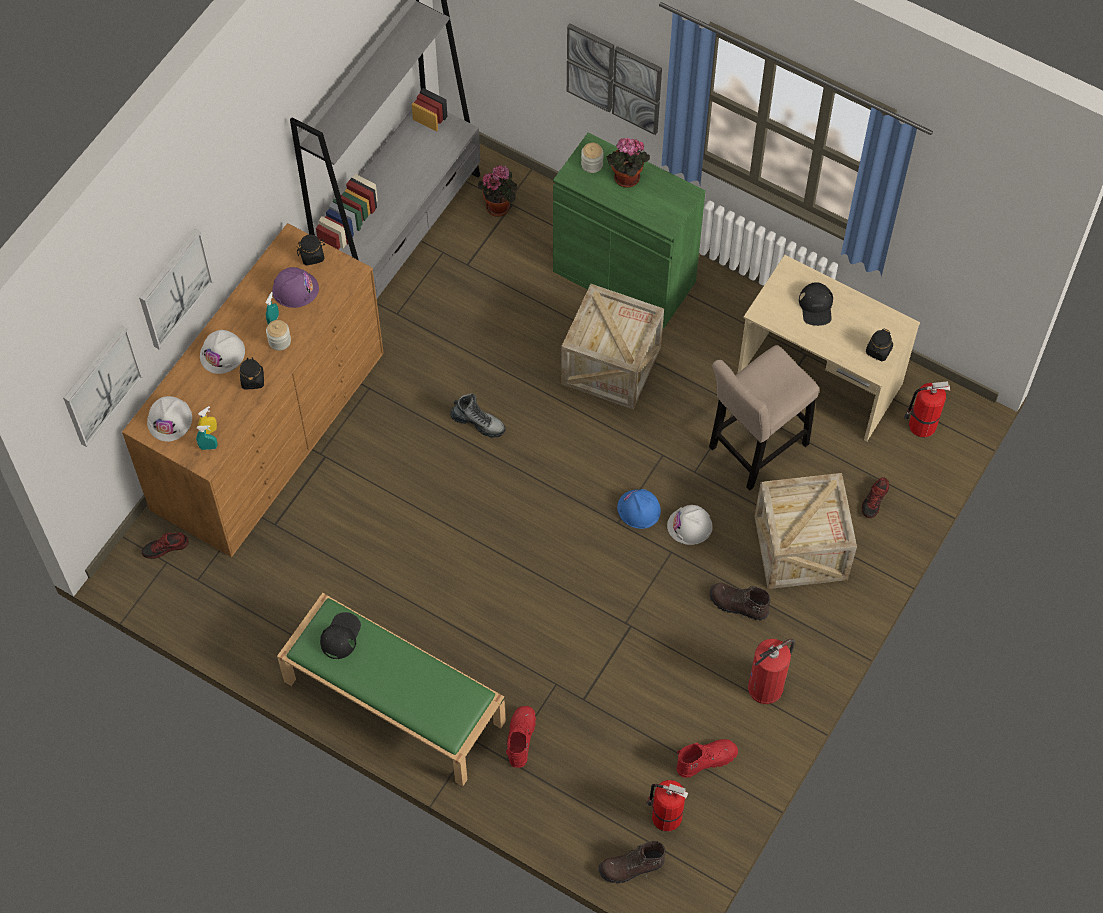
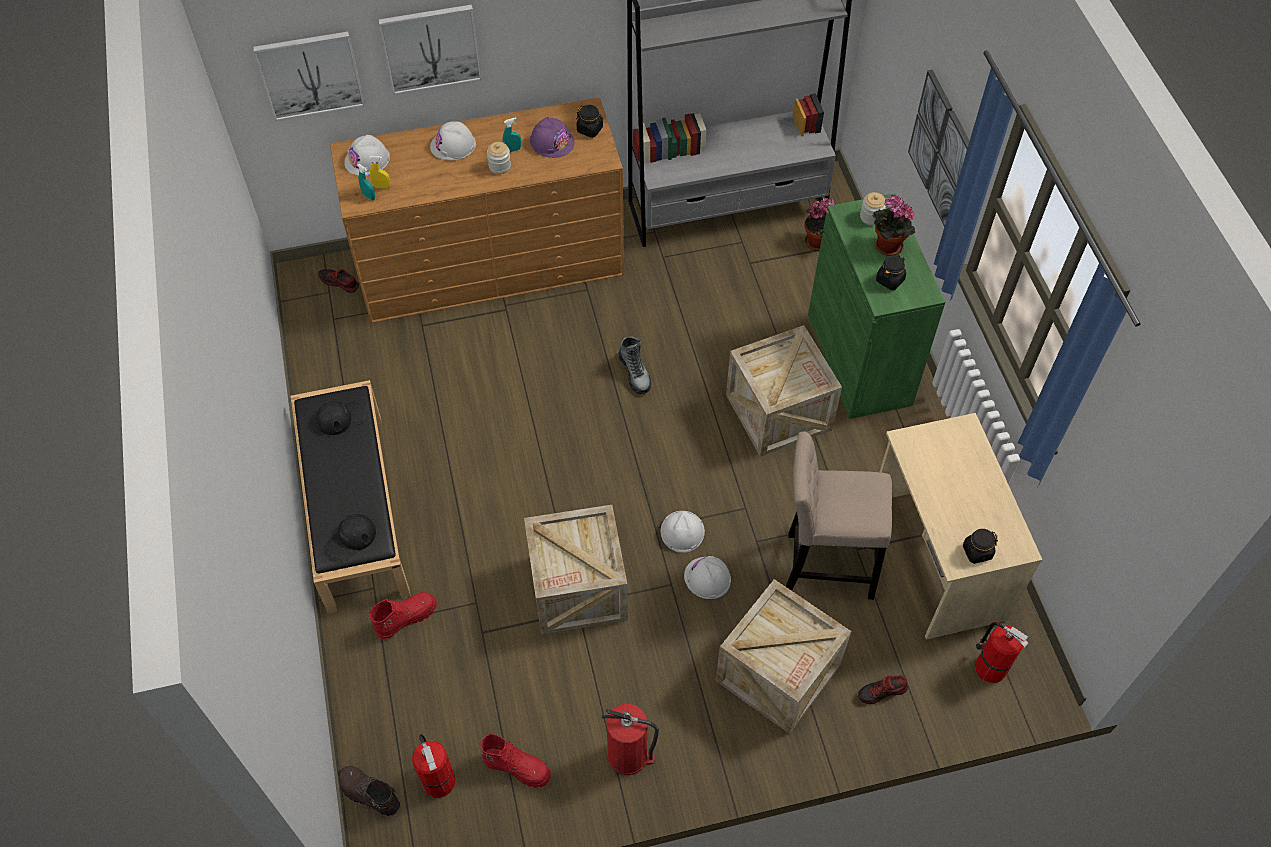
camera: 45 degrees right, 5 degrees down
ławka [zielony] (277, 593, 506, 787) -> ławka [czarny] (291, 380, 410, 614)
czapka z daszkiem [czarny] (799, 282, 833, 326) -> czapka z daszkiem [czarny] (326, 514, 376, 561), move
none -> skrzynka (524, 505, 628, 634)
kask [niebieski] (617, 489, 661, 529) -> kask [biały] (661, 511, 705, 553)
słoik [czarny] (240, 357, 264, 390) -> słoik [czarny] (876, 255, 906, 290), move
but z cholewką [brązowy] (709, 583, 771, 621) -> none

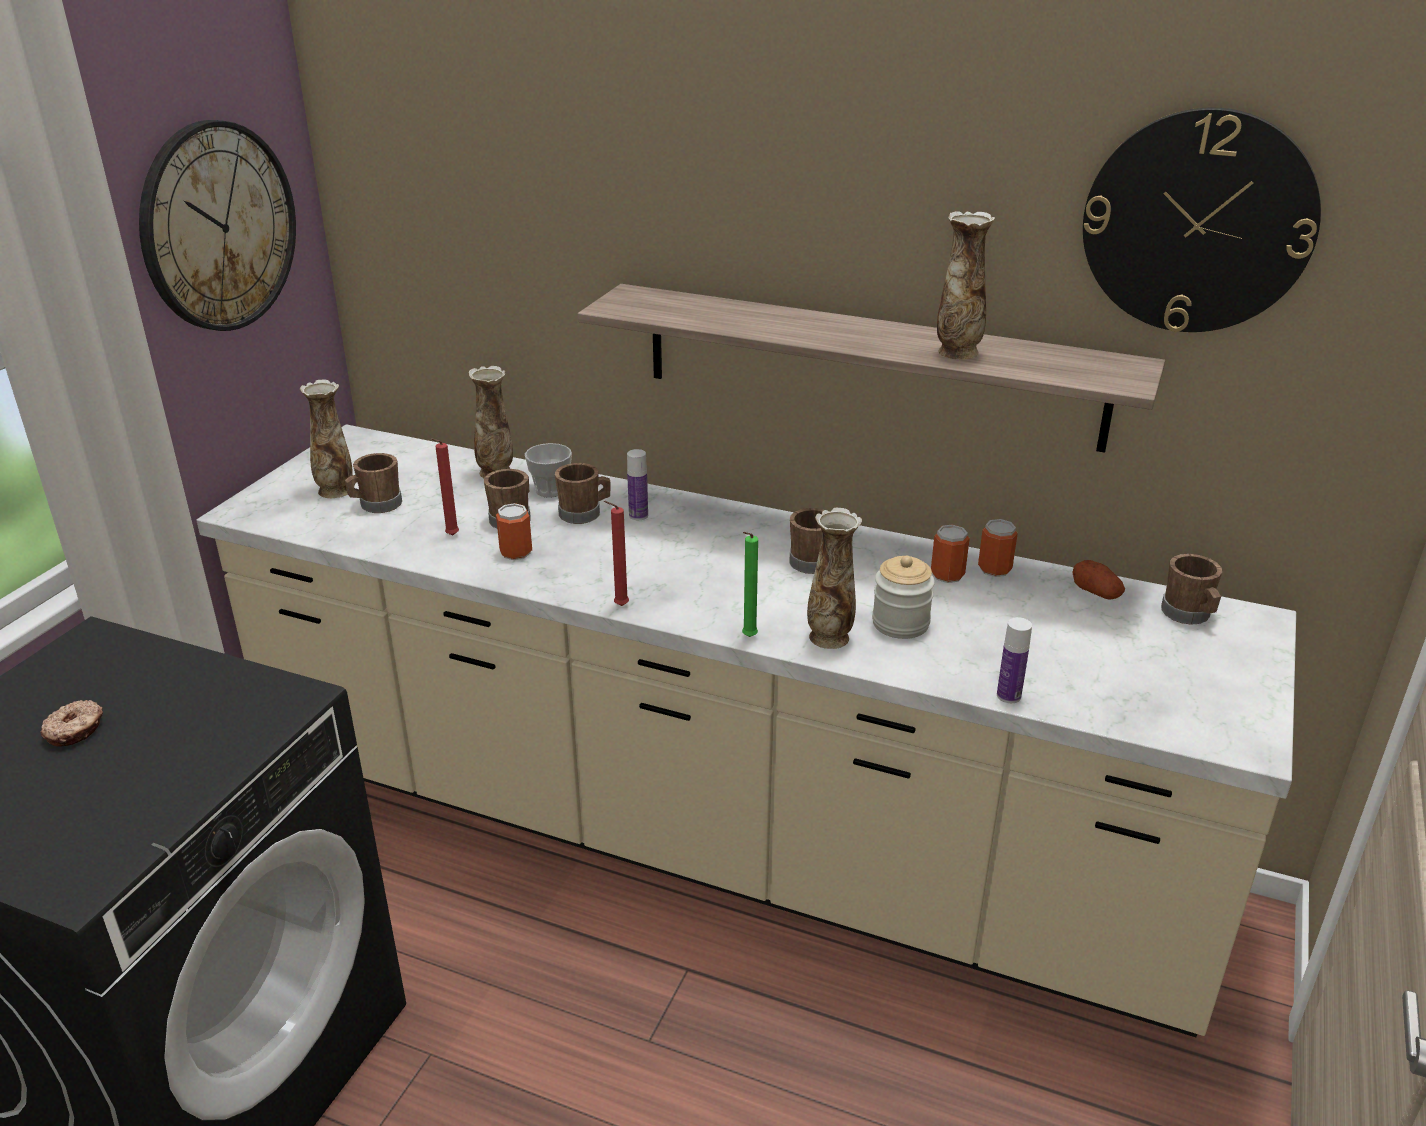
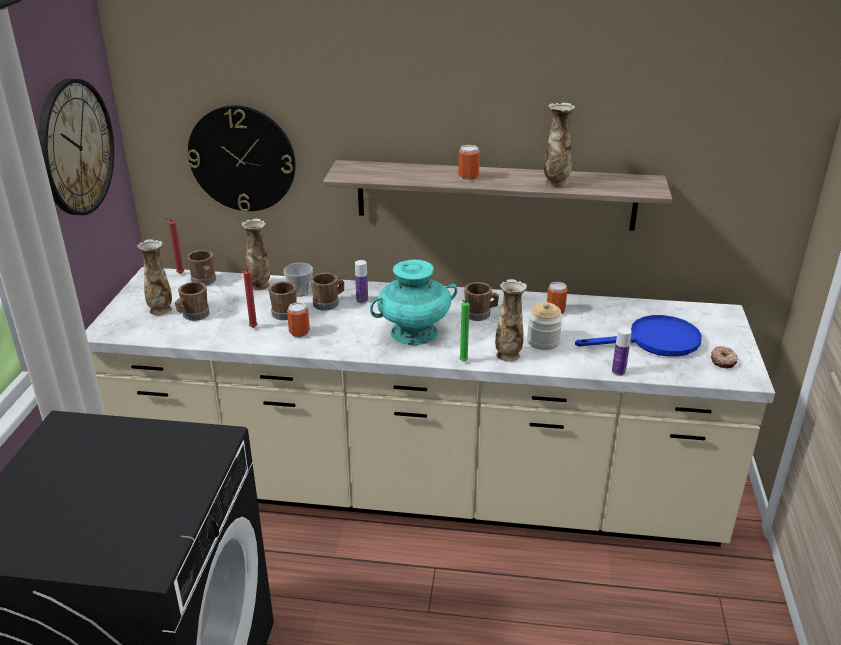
camera: 15 degrees left, 0 degrees up
świeca [czerwony] (604, 501, 629, 606) -> świeca [czerwony] (165, 218, 184, 274), move
zegar ścienny (1083, 107, 1321, 332) -> zegar ścienny (187, 105, 296, 212), move
kubek [brązowy] (1161, 554, 1222, 625) -> kubek [brązowy] (187, 250, 216, 286), move
none -> wazon [turkusowy] (370, 260, 457, 345)
puszka (978, 519, 1018, 577) -> puszka (458, 145, 480, 181), move
none -> patelnia [niebieski] (575, 315, 702, 357)
donut (41, 700, 103, 747) -> donut (711, 346, 737, 369), move
ziemniak (1072, 560, 1125, 600) -> none

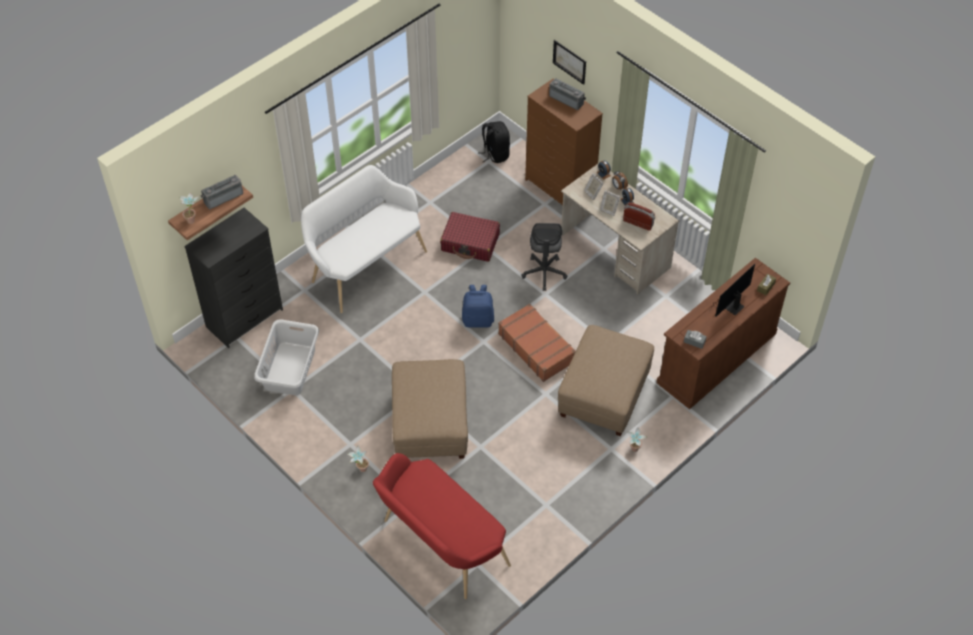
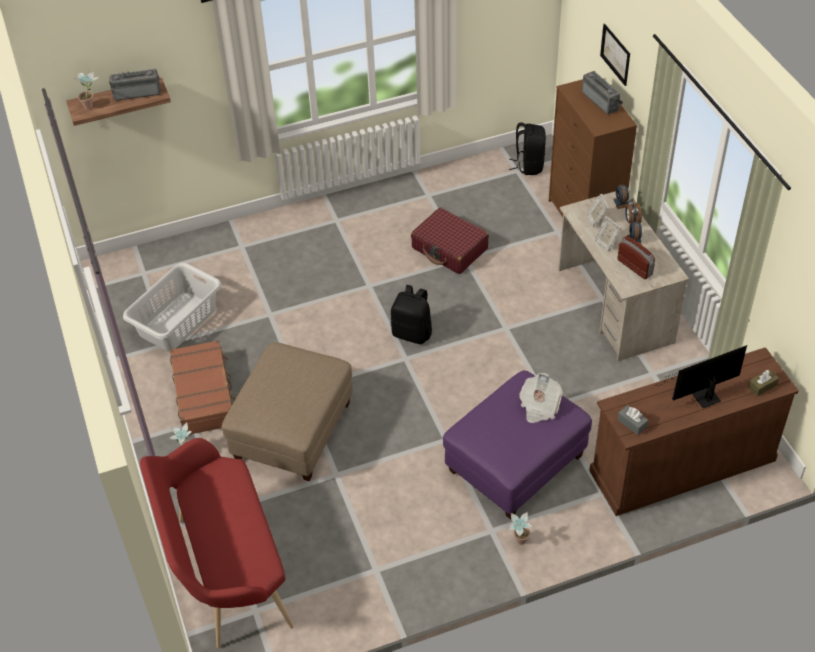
camera: 25 degrees right, 5 degrees down
walizka [brązowy] (498, 304, 576, 382) -> walizka [brązowy] (169, 340, 235, 435), move
plecak [niebieski] (462, 285, 494, 328) -> plecak [czarny] (391, 285, 432, 344)
pufa [beżowy] (558, 325, 654, 436) -> pufa [fioletowy] (443, 370, 592, 519)
none -> gazeta (519, 373, 563, 423)
komoda [czarny] (184, 208, 283, 348) -> none
ławka [biały] (301, 165, 427, 313) -> none
krzesło biurowe [szary] (521, 223, 567, 291) -> none

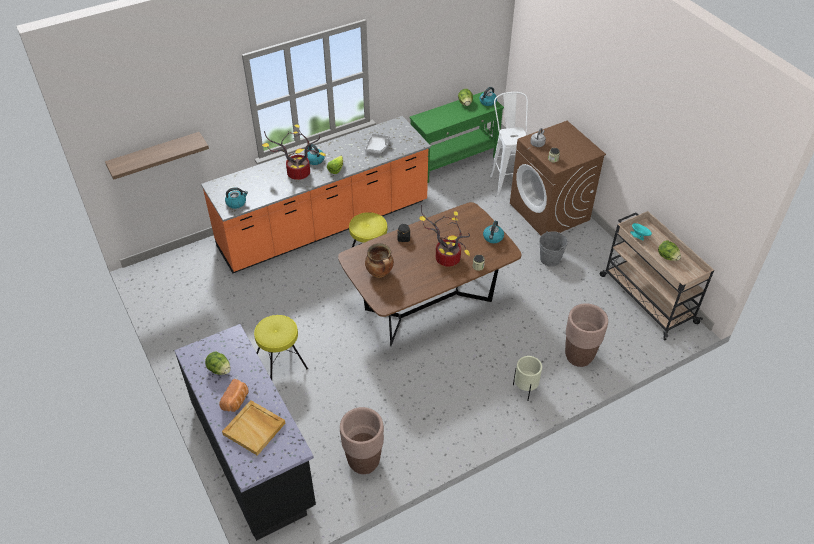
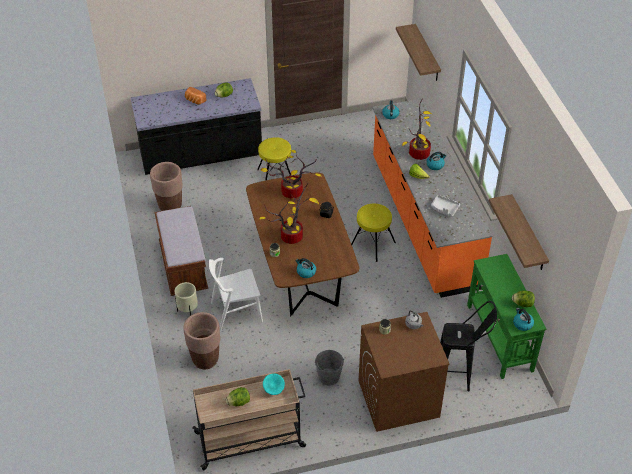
camera: 105 degrees right, 0 degrees up
none -> ławka [brązowy] (155, 206, 208, 296)
none -> krzesło [biały] (209, 258, 263, 332)
garnek (365, 243, 394, 278) -> roślina doniczkowa (260, 150, 322, 198)
stołek [biały] (490, 92, 528, 195) -> stołek [czarny] (440, 301, 497, 391)
none -> półka (489, 194, 549, 270)
taca [beżowy] (222, 400, 285, 456) -> none

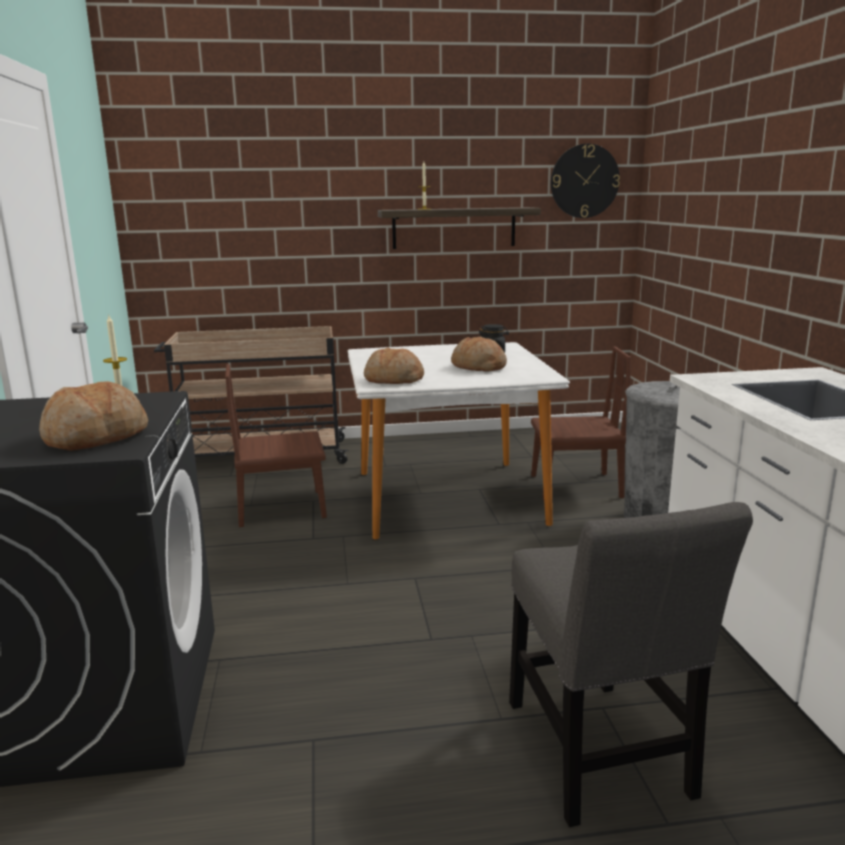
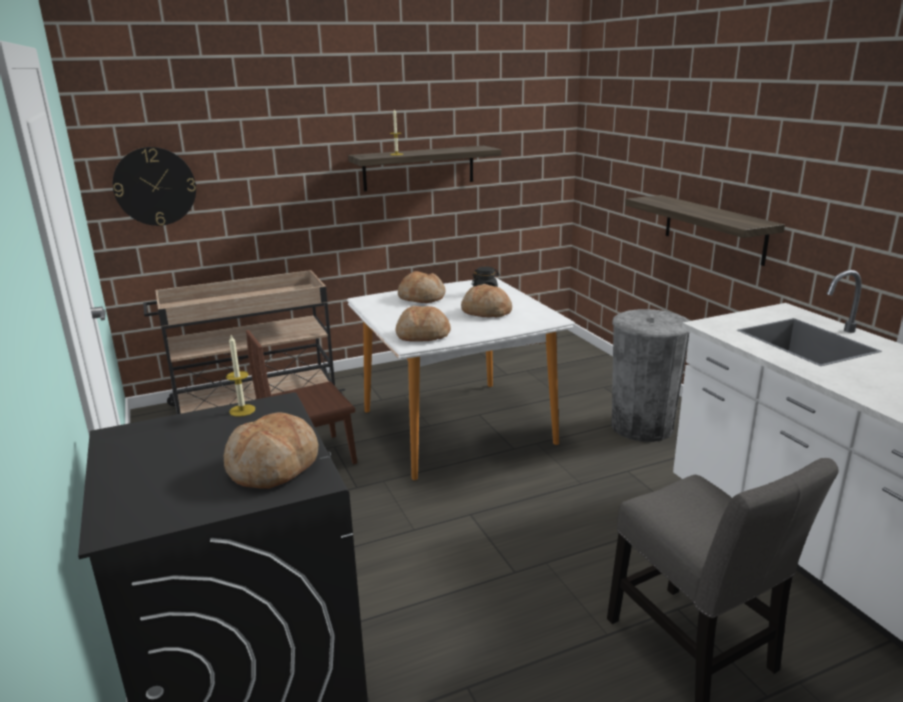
camera: 15 degrees left, 5 degrees up
zegar ścienny (551, 144, 620, 218) -> zegar ścienny (113, 147, 196, 226), move
none -> chleb (398, 271, 446, 303)
none -> półka (625, 195, 785, 266)
krzesło [brązowy] (531, 346, 631, 500) -> none

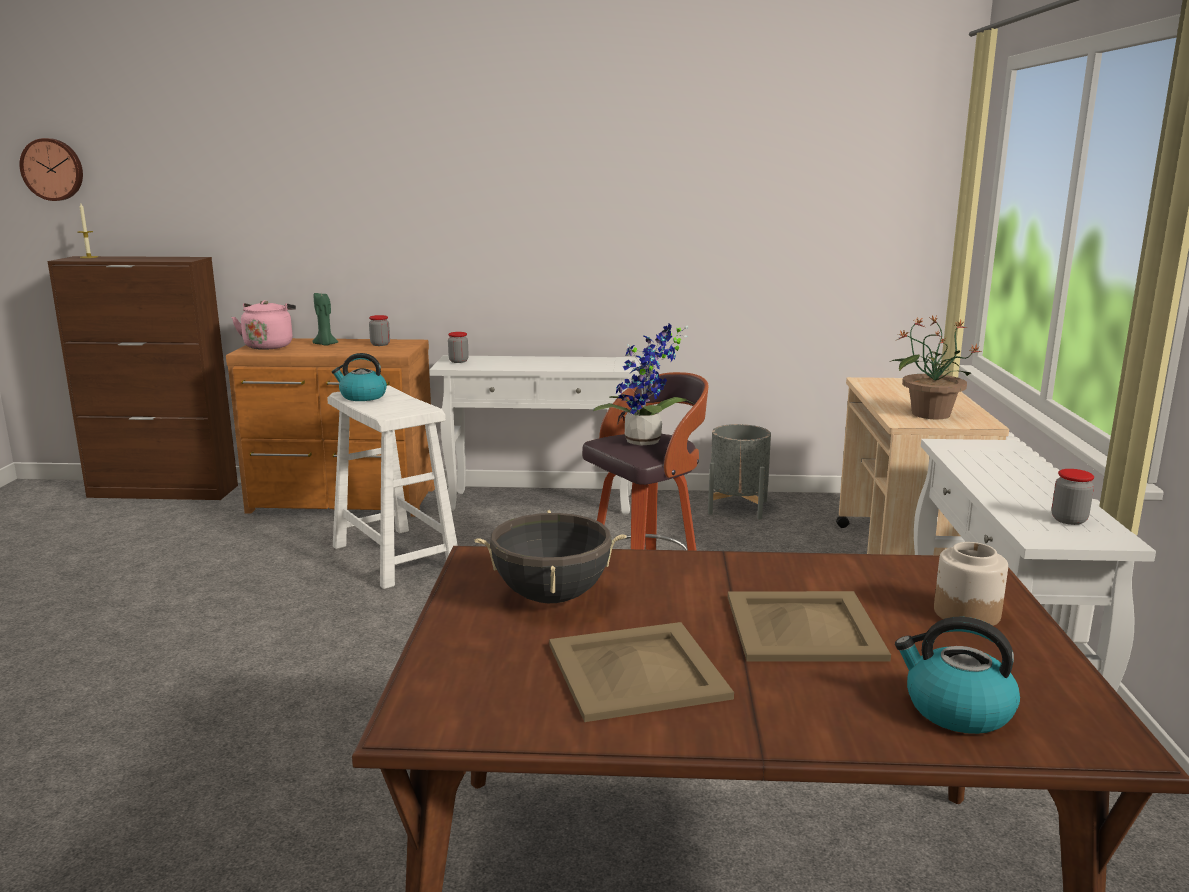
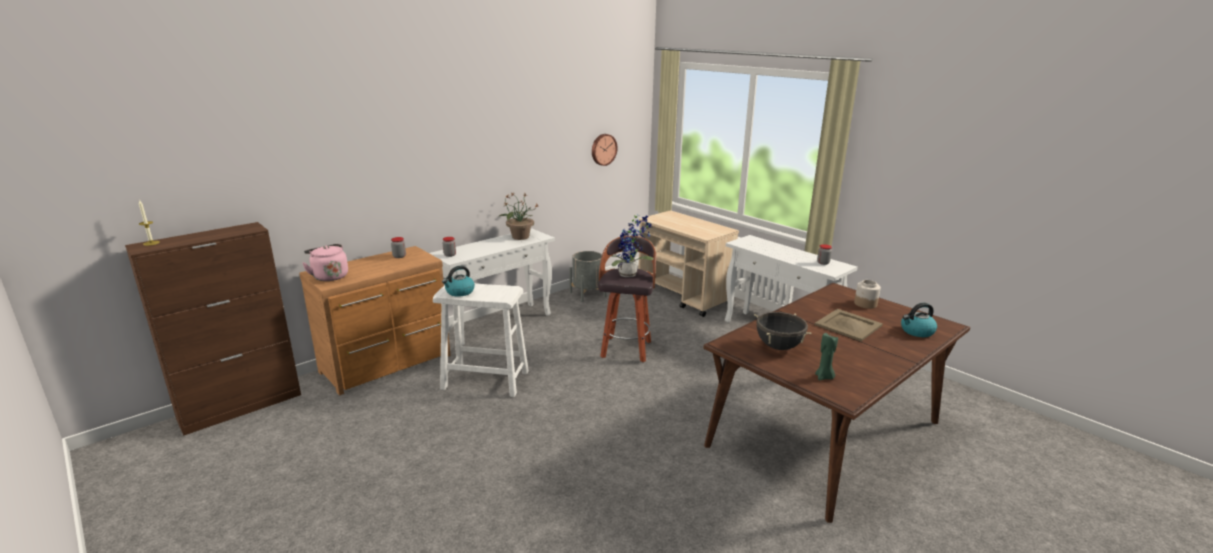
camera: 45 degrees left, 5 degrees up
roślina doniczkowa (890, 316, 982, 419) -> roślina doniczkowa (499, 192, 538, 240), move
zegar ścienny (19, 138, 83, 201) -> zegar ścienny (592, 134, 617, 166), move
świeca [zielony] (312, 292, 339, 346) -> świeca [zielony] (815, 333, 838, 380), move
taca [beżowy] (549, 622, 734, 722) -> none

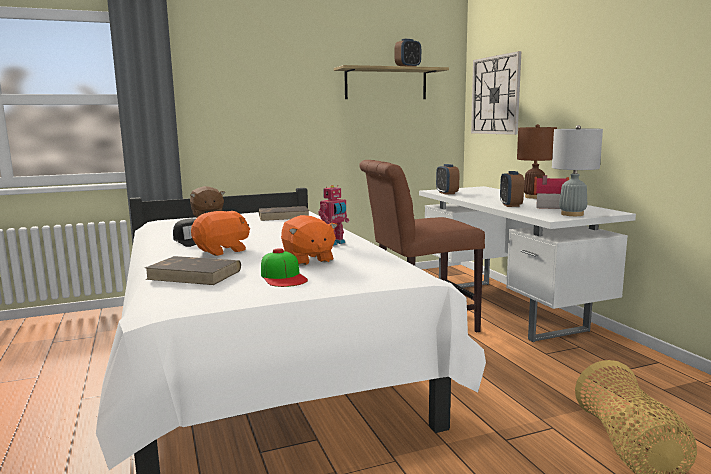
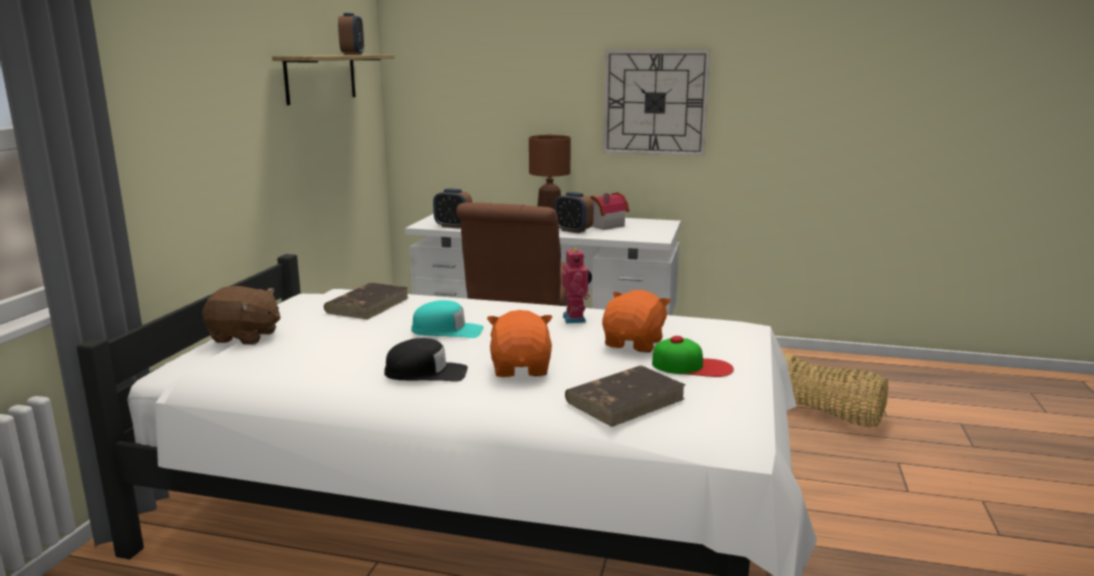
camera: 55 degrees left, 5 degrees up
none -> czapka z daszkiem [turkusowy] (411, 300, 484, 338)
pluszak [pomarańczowy] (281, 215, 338, 266) -> pluszak [pomarańczowy] (602, 290, 671, 353), 75 degrees counterclockwise
zegar ścienny (471, 51, 521, 135) -> zegar ścienny (603, 49, 710, 156), move
lampa stołowa [szary] (552, 125, 603, 216) -> none

